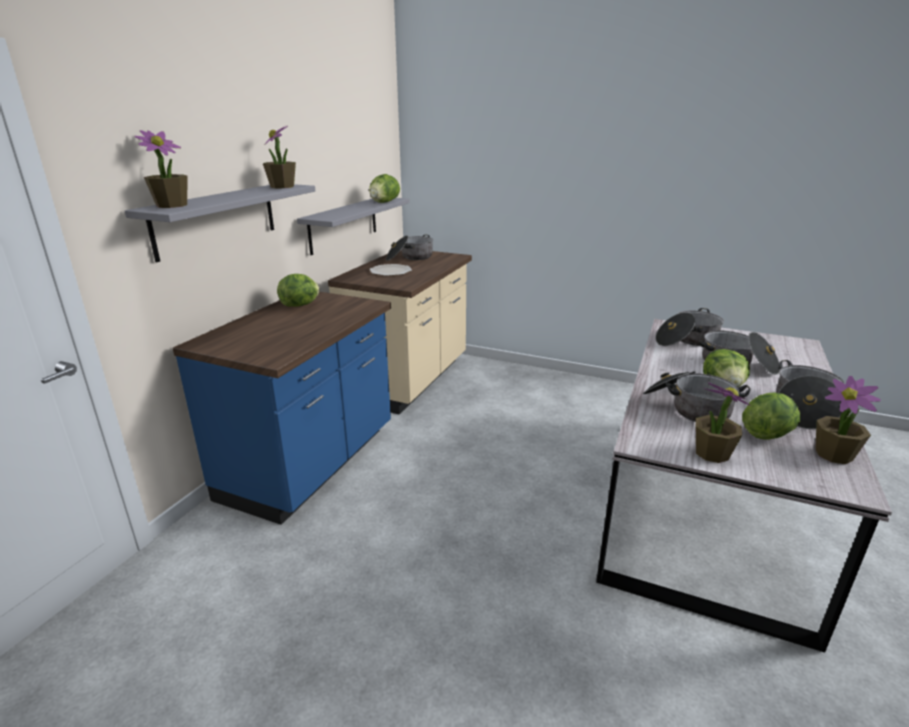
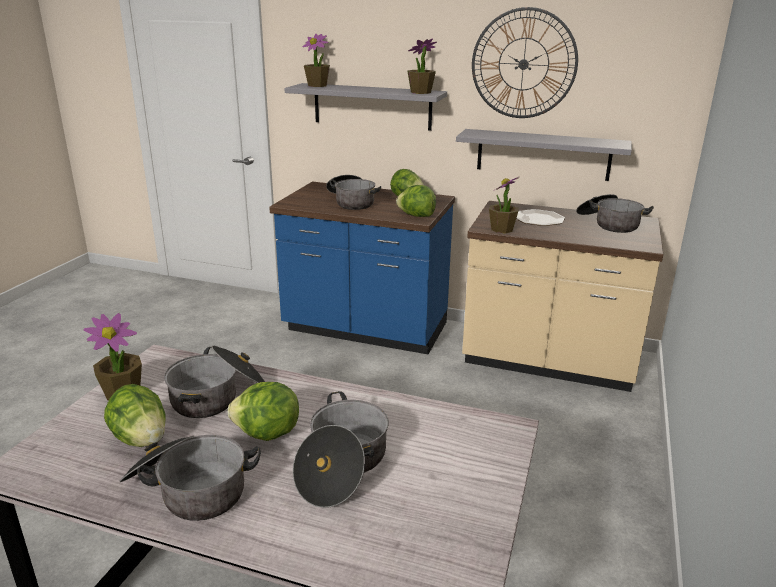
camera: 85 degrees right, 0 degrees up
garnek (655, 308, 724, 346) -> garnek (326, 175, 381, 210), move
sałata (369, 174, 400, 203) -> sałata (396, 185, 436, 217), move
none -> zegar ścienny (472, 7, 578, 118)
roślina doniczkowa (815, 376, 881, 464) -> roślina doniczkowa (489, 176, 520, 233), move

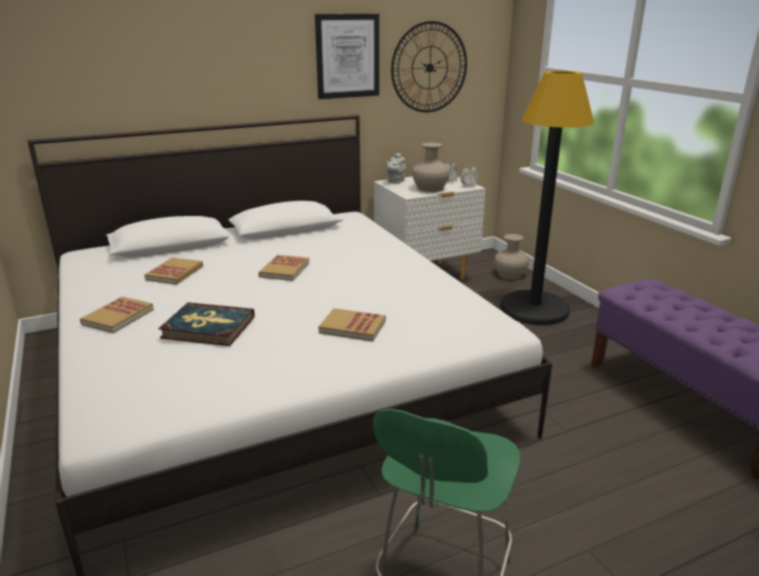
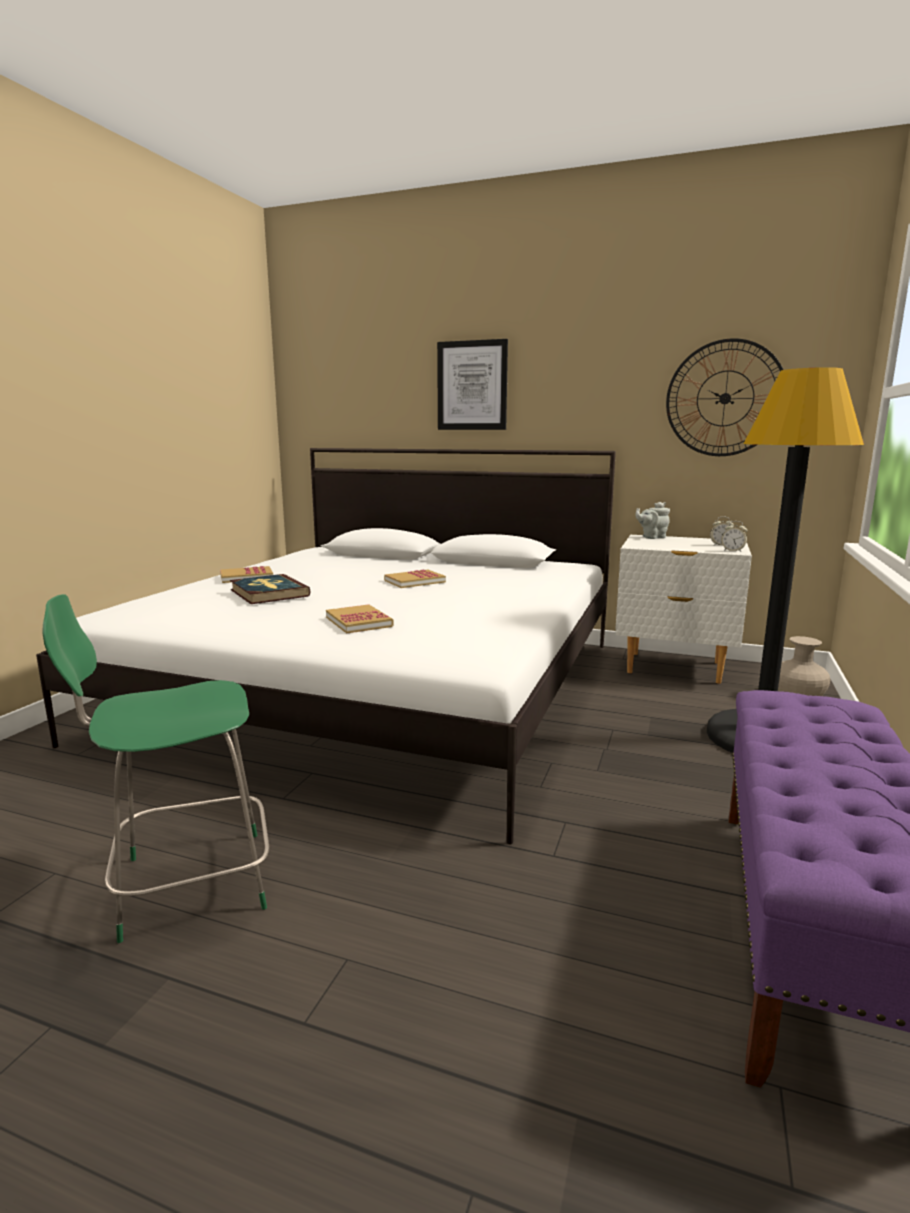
camera: 45 degrees right, 10 degrees down
obraz (315, 14, 379, 99) -> obraz (437, 339, 508, 430), move
książka (144, 257, 203, 285) -> none
wazon [beżowy] (412, 143, 450, 192) -> none

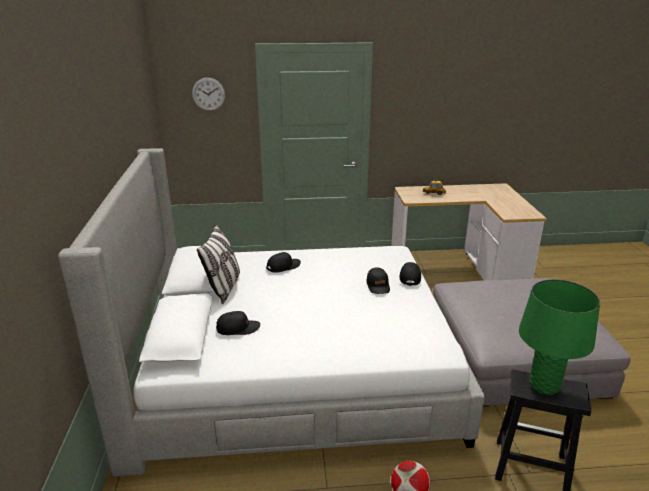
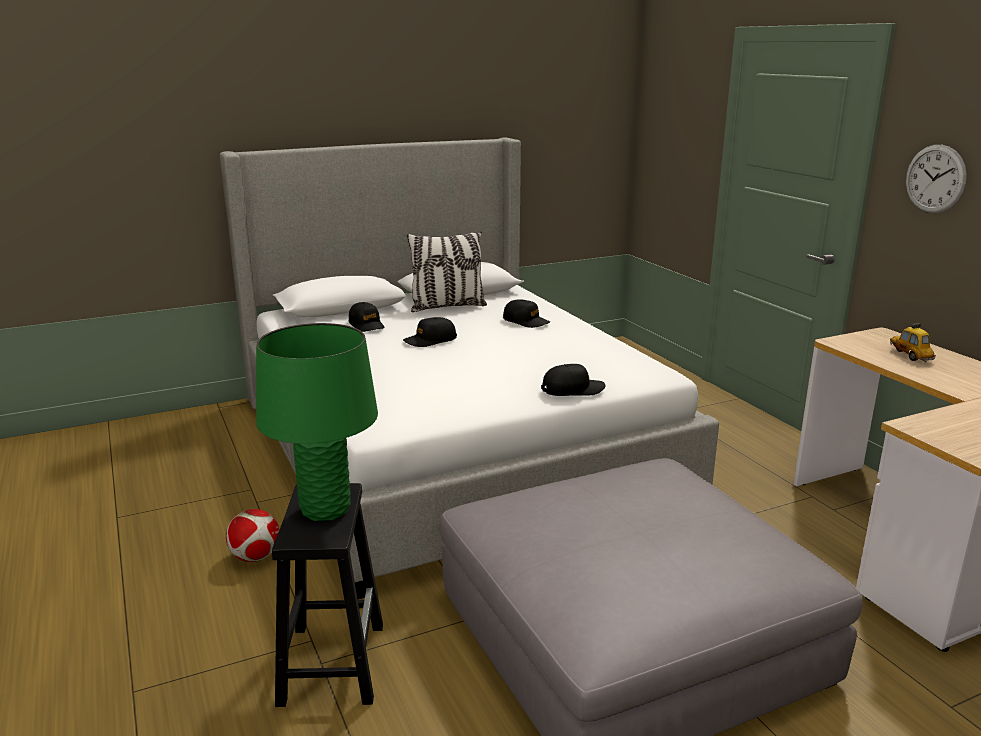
camera: 70 degrees right, 5 degrees down
czapka z daszkiem [czarny] (366, 267, 390, 294) -> czapka z daszkiem [czarny] (403, 317, 457, 347), move
zegar ścienny (192, 77, 225, 111) -> zegar ścienny (906, 145, 967, 213), move

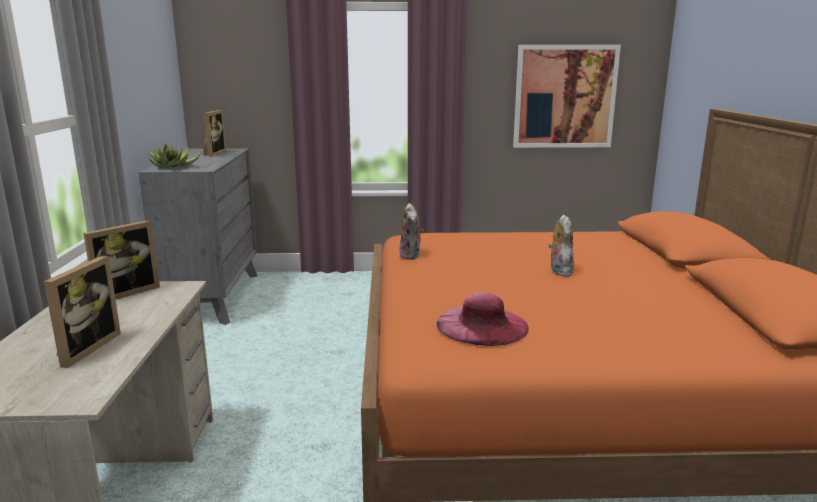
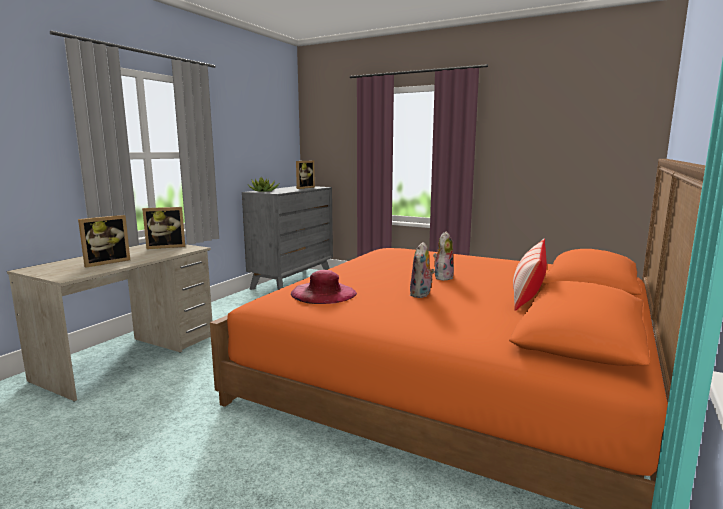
camera: 30 degrees right, 5 degrees down
pluszak (399, 203, 423, 260) -> pluszak (410, 242, 435, 298), move
none -> poduszka (513, 239, 547, 311)
obraz (513, 45, 621, 148) -> none

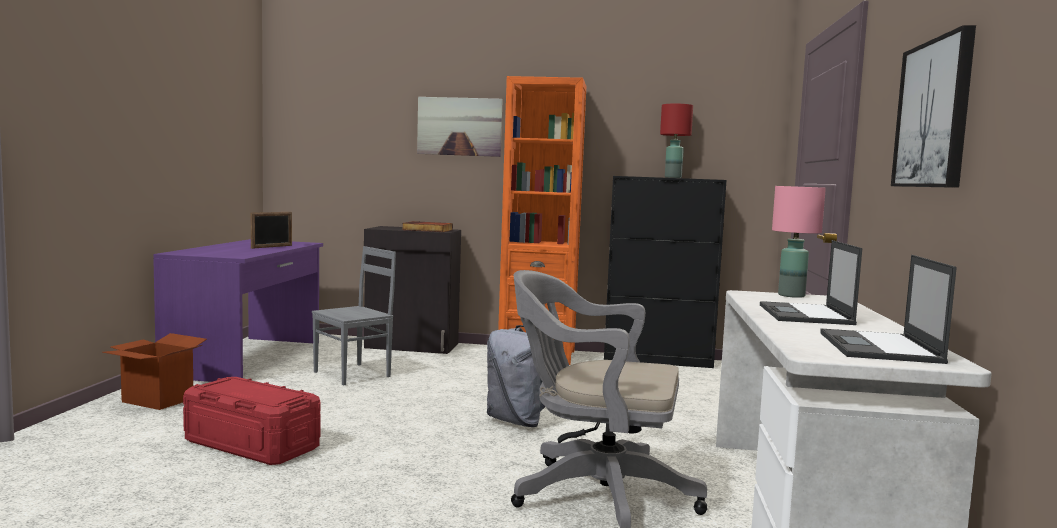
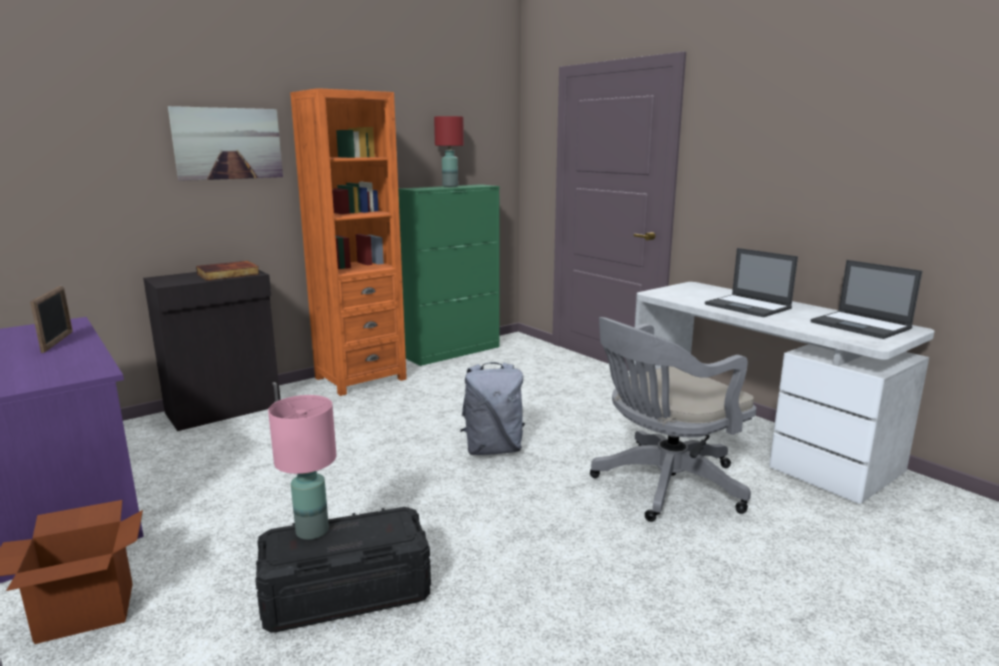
camera: 45 degrees left, 10 degrees up
pojemnik do przechowywania [czerwony] (183, 377, 321, 465) -> pojemnik do przechowywania [czarny] (255, 507, 431, 633)
lampa stołowa [różowy] (772, 186, 826, 298) -> lampa stołowa [różowy] (268, 395, 336, 540), move
szafka [czarny] (604, 176, 727, 368) -> szafka [zielony] (398, 184, 499, 366)
krzesło [szary] (312, 246, 396, 386) -> none
obraz (891, 25, 976, 188) -> none

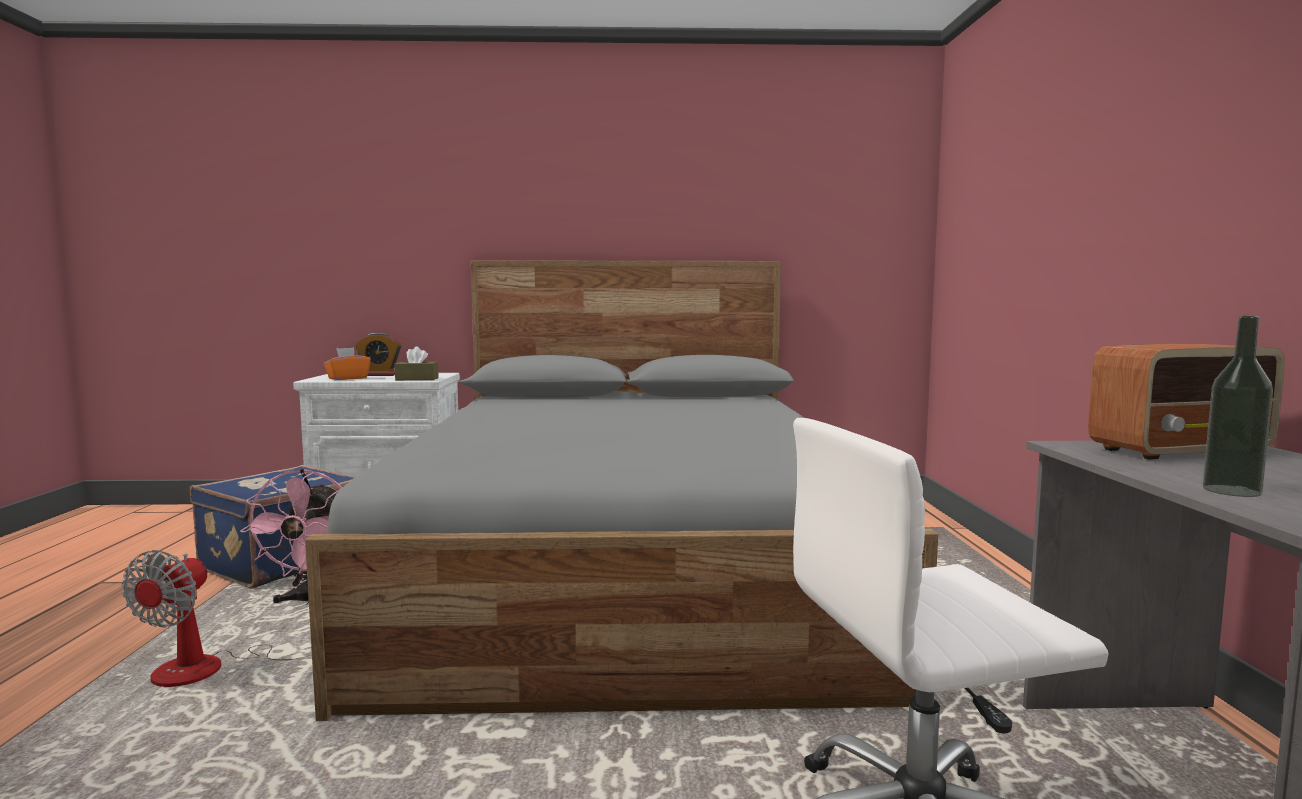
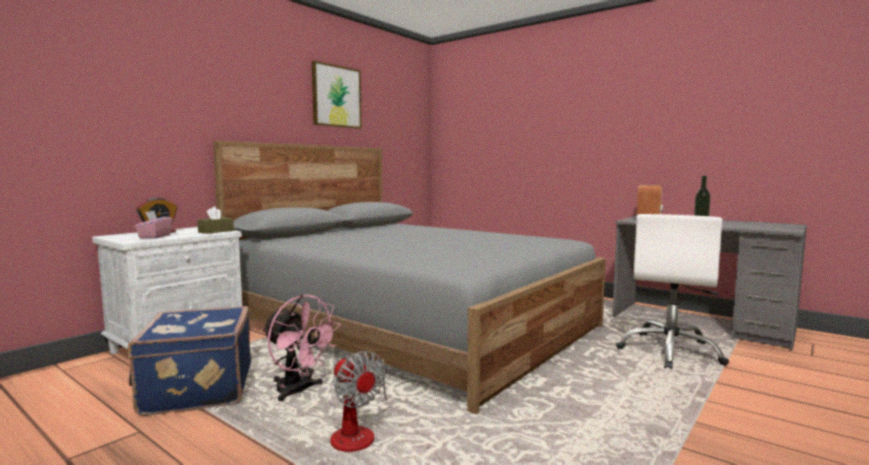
camera: 50 degrees left, 0 degrees up
pudełko chusteczek [pomarańczowy] (324, 347, 371, 380) -> pudełko chusteczek [różowy] (134, 211, 173, 238)
none -> obraz (312, 61, 362, 129)

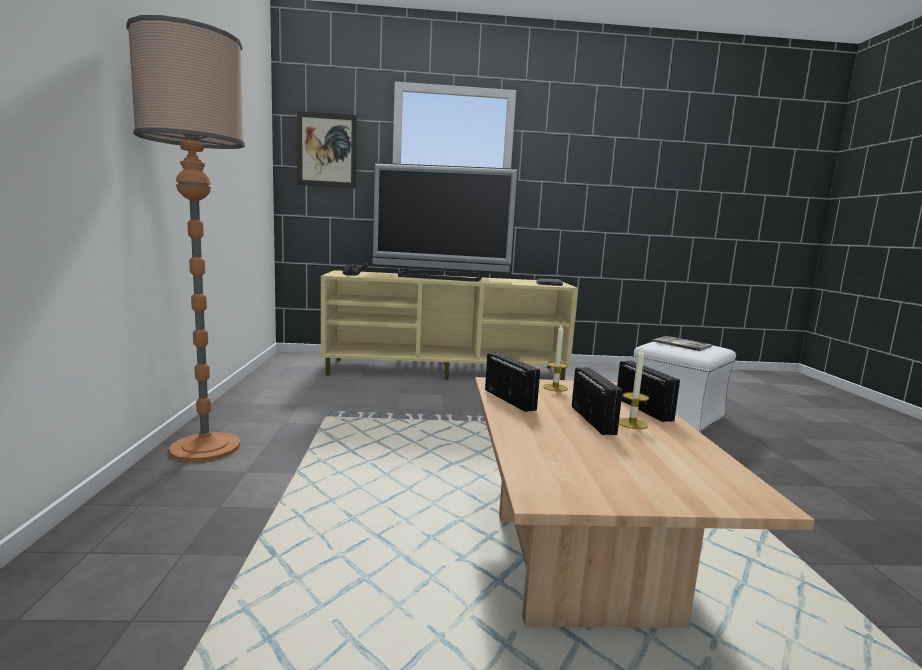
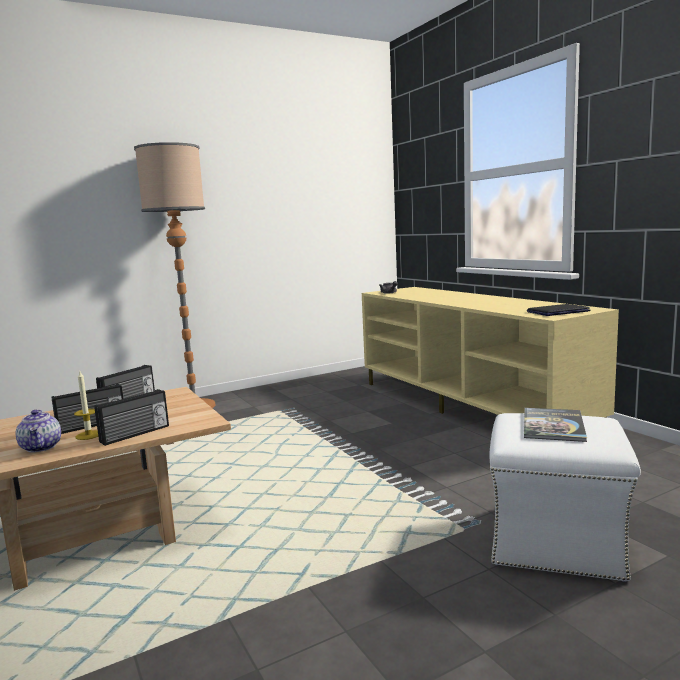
camera: 65 degrees right, 0 degrees up
none -> imbryk (16, 410, 61, 452)
obraz (297, 111, 357, 188) -> none
telewizor (372, 163, 518, 282) -> none
świeca (543, 323, 568, 392) -> none

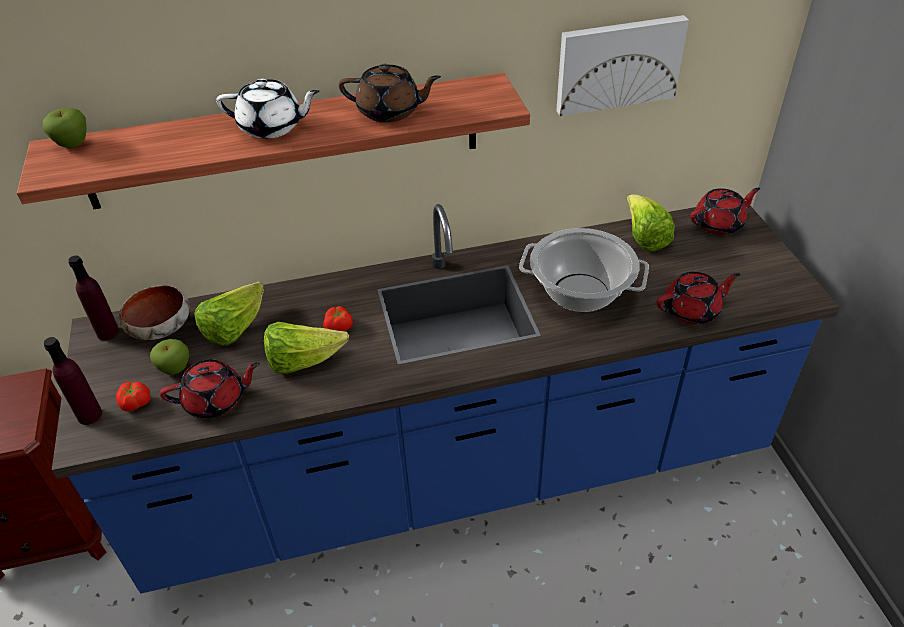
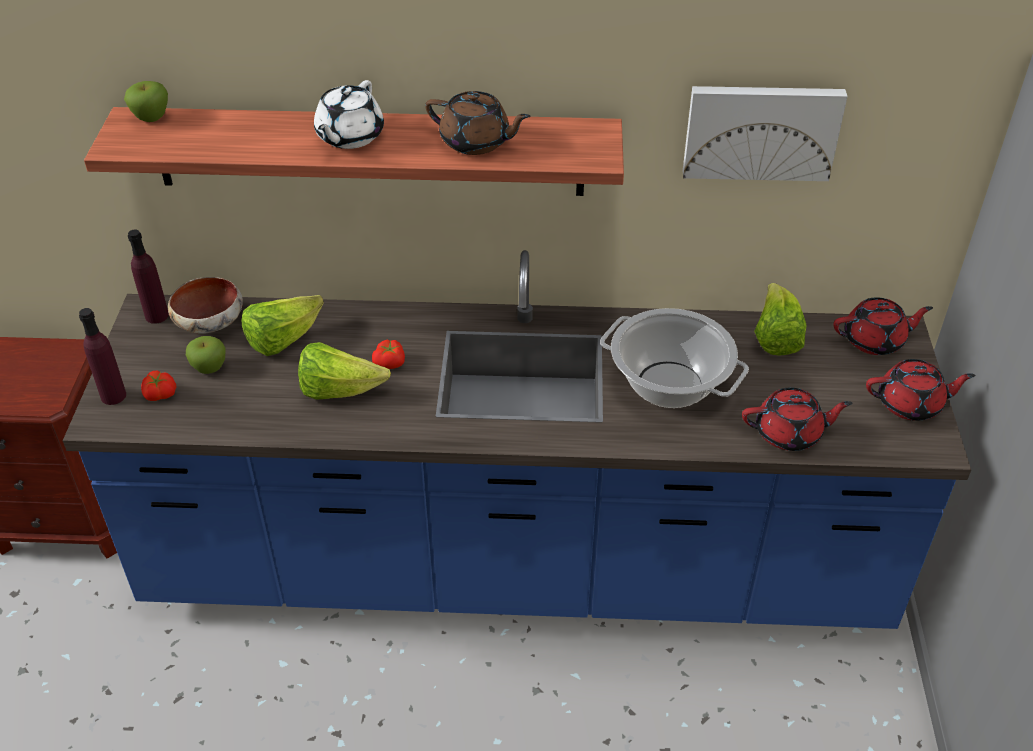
camera: 15 degrees right, 0 degrees up
imbryk [biały] (216, 79, 319, 139) -> imbryk [biały] (314, 80, 384, 149), 90 degrees clockwise
imbryk [czerwony] (160, 359, 260, 419) -> imbryk [czerwony] (866, 359, 975, 421), move

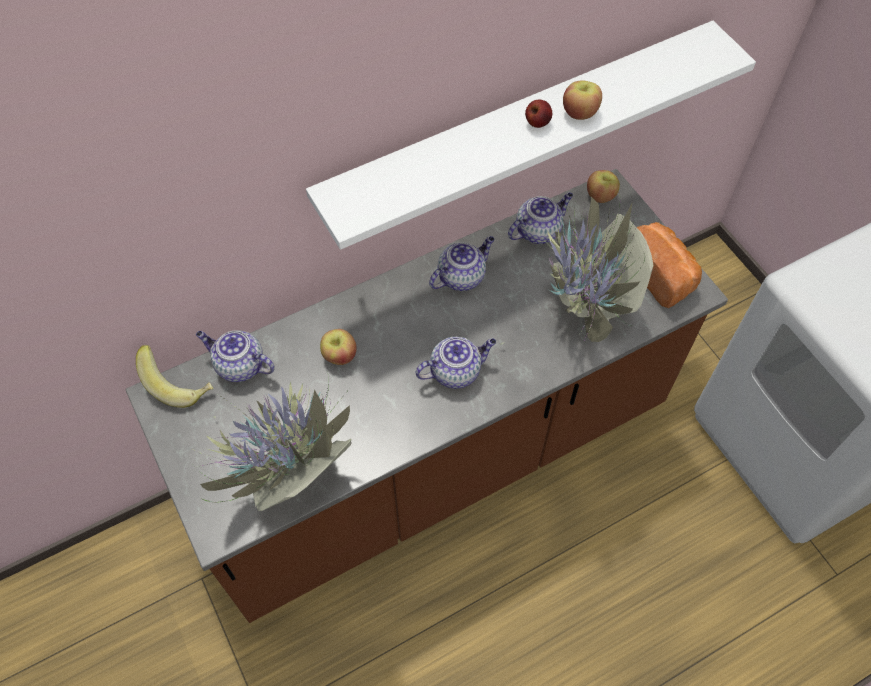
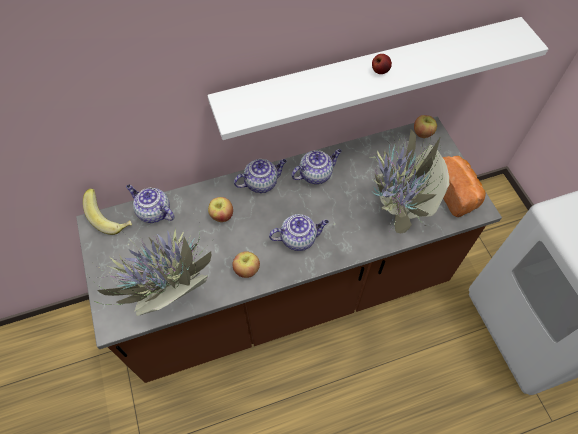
camera: 10 degrees right, 0 degrees up
jabłko (563, 80, 602, 120) -> jabłko (232, 251, 260, 278), move
imbryk (508, 192, 573, 244) -> imbryk (234, 159, 287, 193), move

